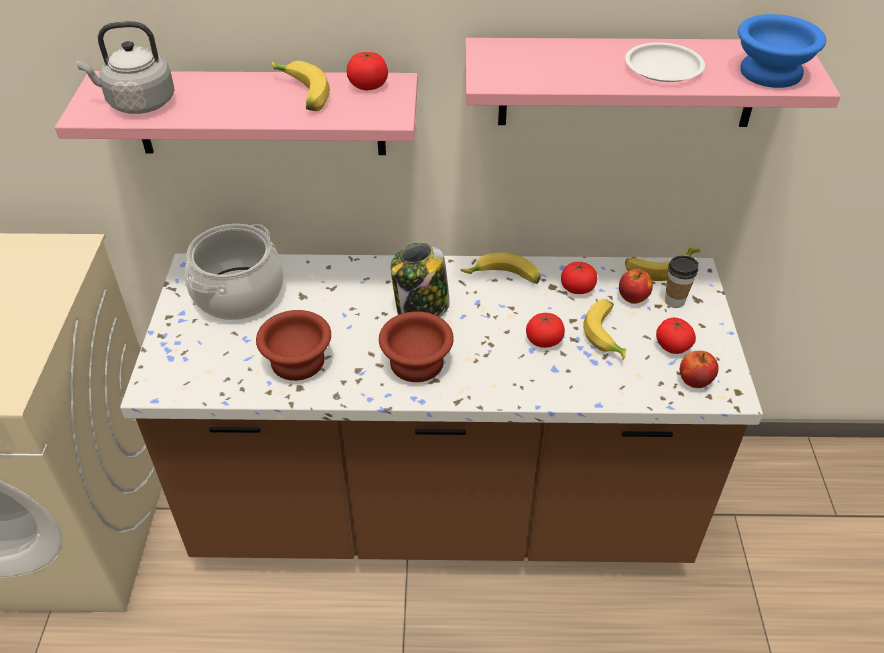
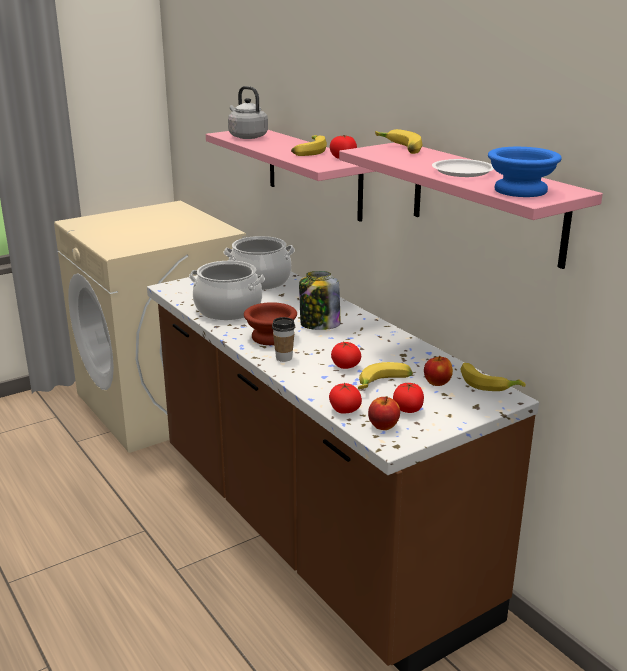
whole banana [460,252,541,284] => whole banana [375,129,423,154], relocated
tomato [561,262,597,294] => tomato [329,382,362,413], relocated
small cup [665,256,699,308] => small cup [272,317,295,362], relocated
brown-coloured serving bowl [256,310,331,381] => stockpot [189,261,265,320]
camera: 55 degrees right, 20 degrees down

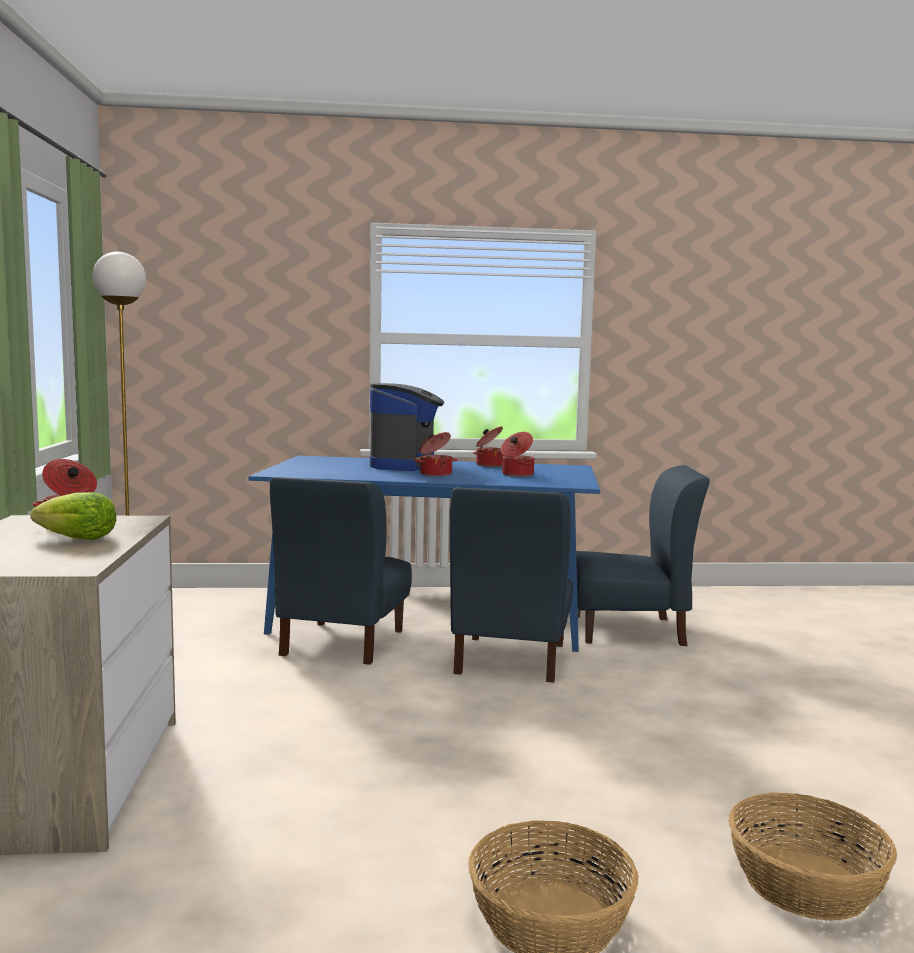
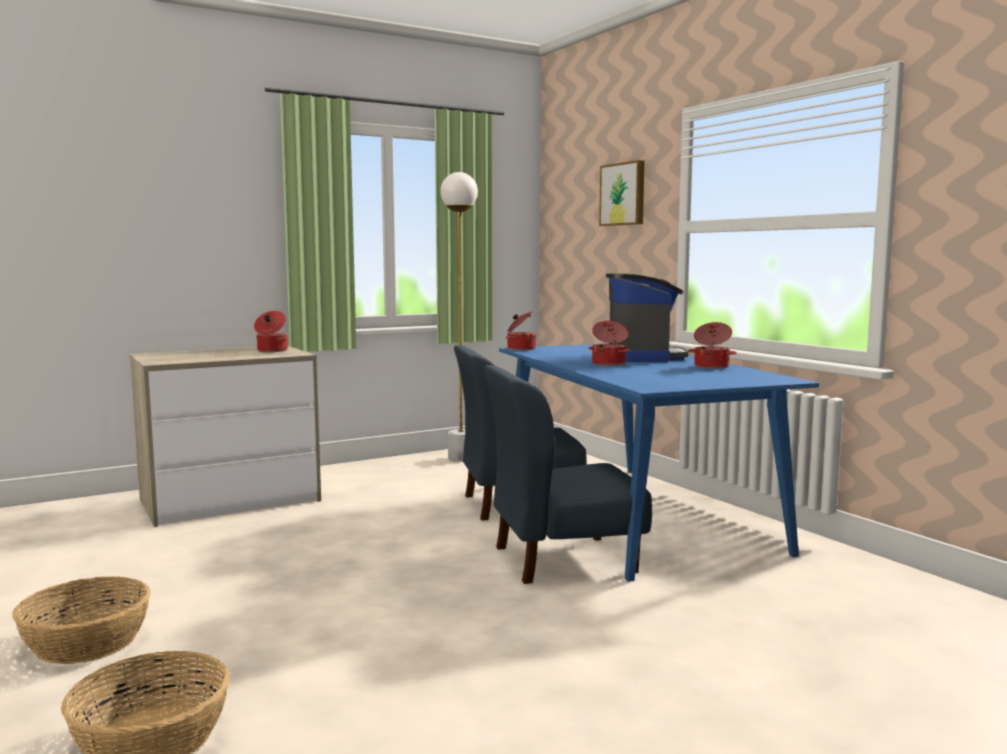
head of lettuce [30,492,116,540] => nothing
bluish upright chair [576,465,710,646] => nothing
nothing => wall picture [599,160,644,226]
stockpot [501,432,534,477] => stockpot [506,311,537,351], relocated
coffee maker [370,383,444,471] => coffee maker [606,273,689,362], 75 degrees counterclockwise
camera: 65 degrees right, 0 degrees up

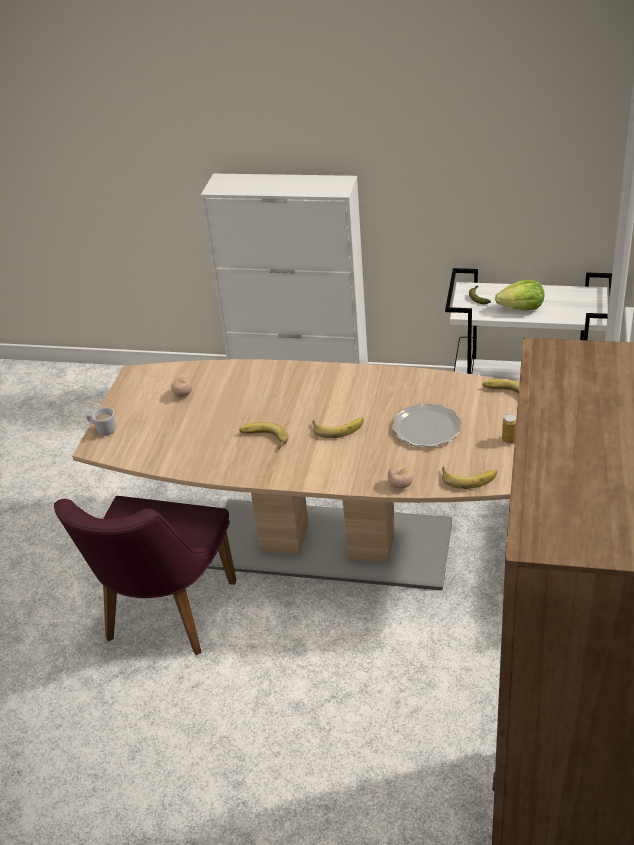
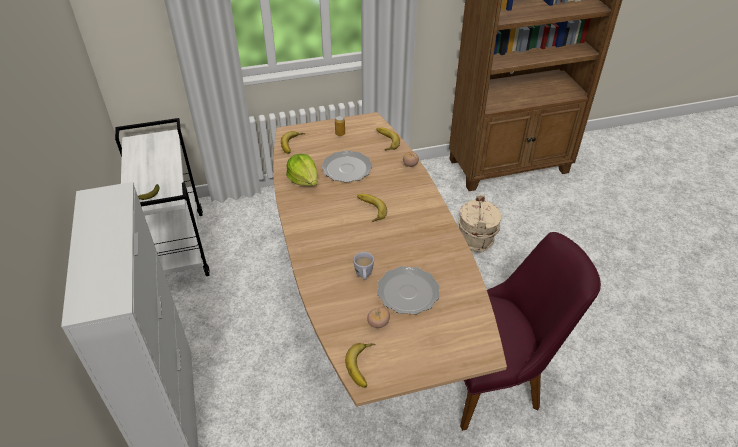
nothing => dinner plate [377,266,439,315]
nothing => beige-coloured water bucket [458,194,501,252]
whitish mug [86,407,115,436] => whitish mug [353,252,374,280], relocated
whole banana [239,422,288,449] => whole banana [345,343,375,388], relocated
head of lettuce [495,280,544,310] => head of lettuce [286,154,318,186], relocated
camera: 120 degrees left, 5 degrees up

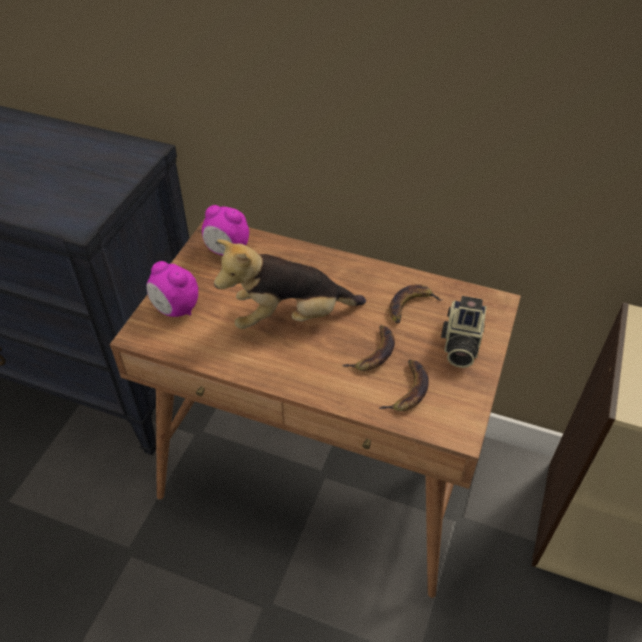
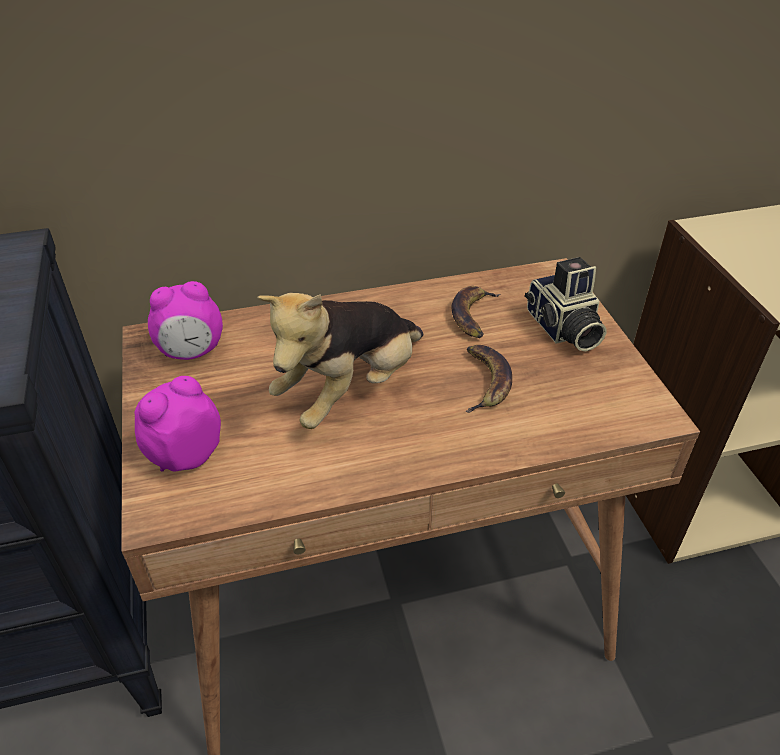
whole banana [379,360,429,411] => nothing
table clock [147,261,198,317] => table clock [134,376,221,472], 135 degrees clockwise
camera: 35 degrees left, 5 degrees down

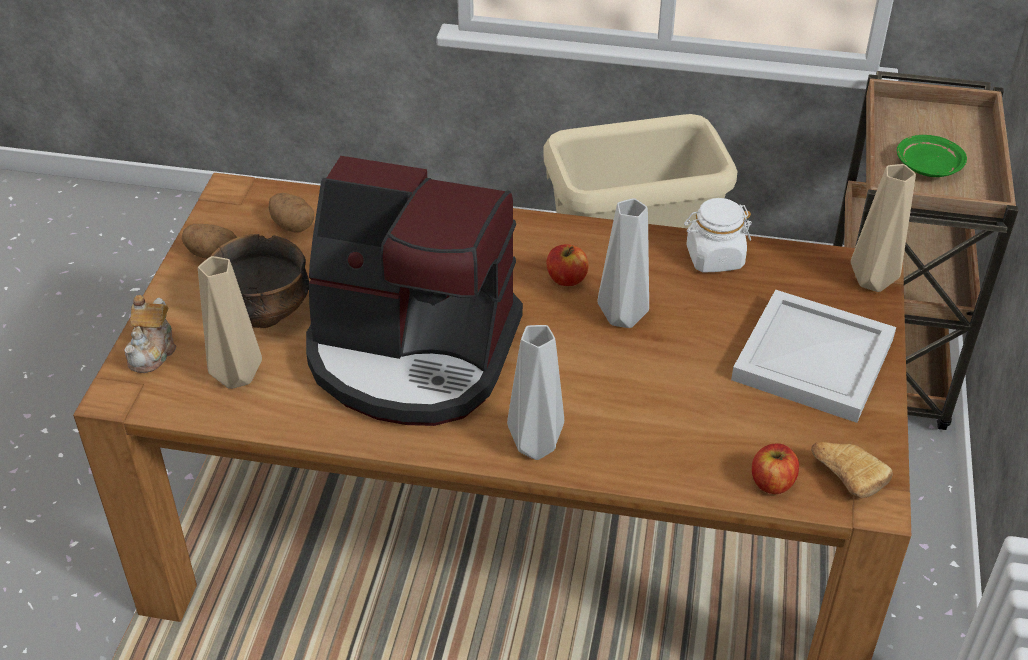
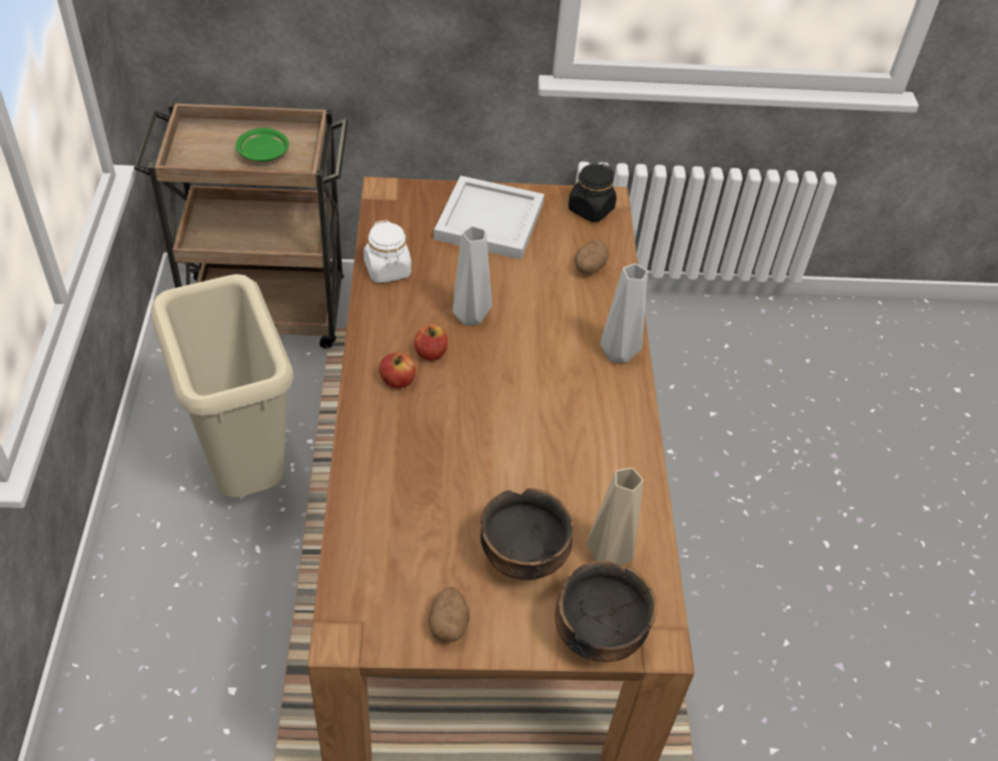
coffee maker [306,156,523,426] => nothing
beige-coloured vase [851,164,916,292] => nothing
potato [269,193,314,233] => potato [575,239,609,275], relocated
apple [752,443,799,494] => apple [379,353,416,388], relocated
pot for tea [124,295,176,373] => serving bowl [555,560,657,662]
bread [811,442,893,498] => black jar [568,164,617,222]
camera: 105 degrees left, 5 degrees up

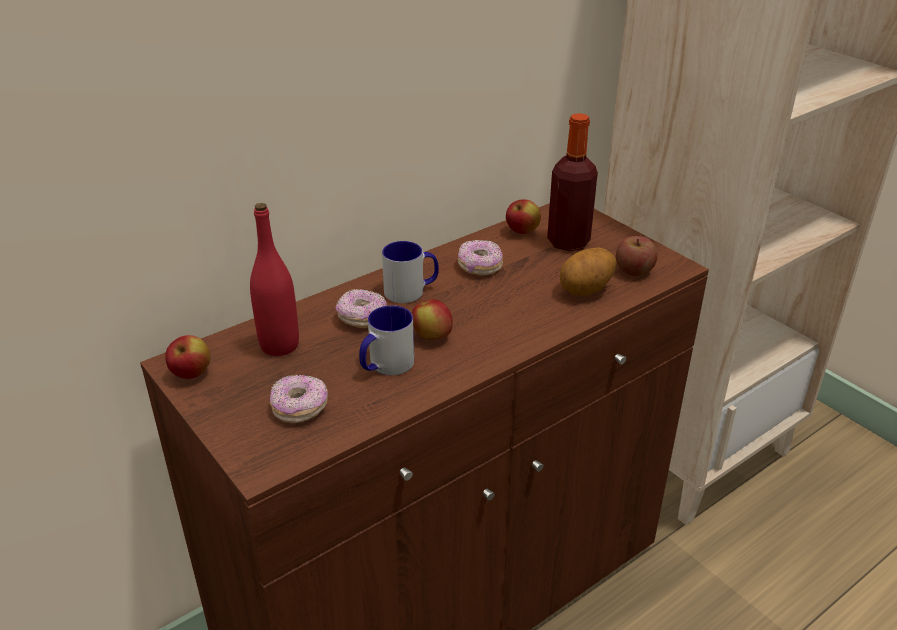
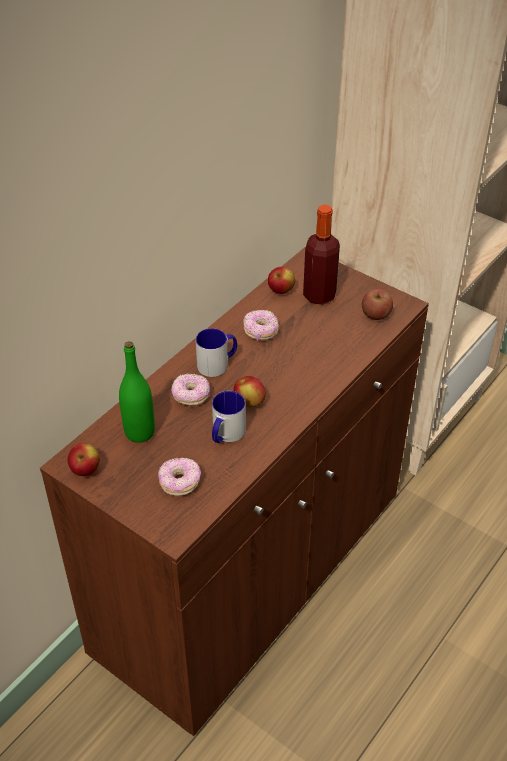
potato [560,247,617,296] => nothing
red-coloured beverage bottle [250,203,299,356] => green beverage bottle [119,341,155,443]
camera: 15 degrees left, 10 degrees up

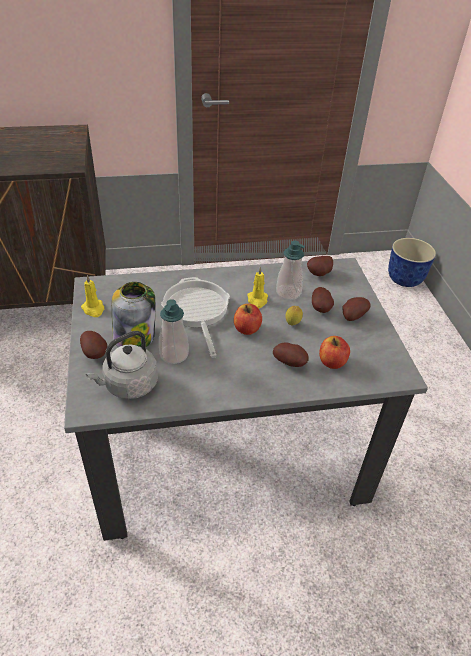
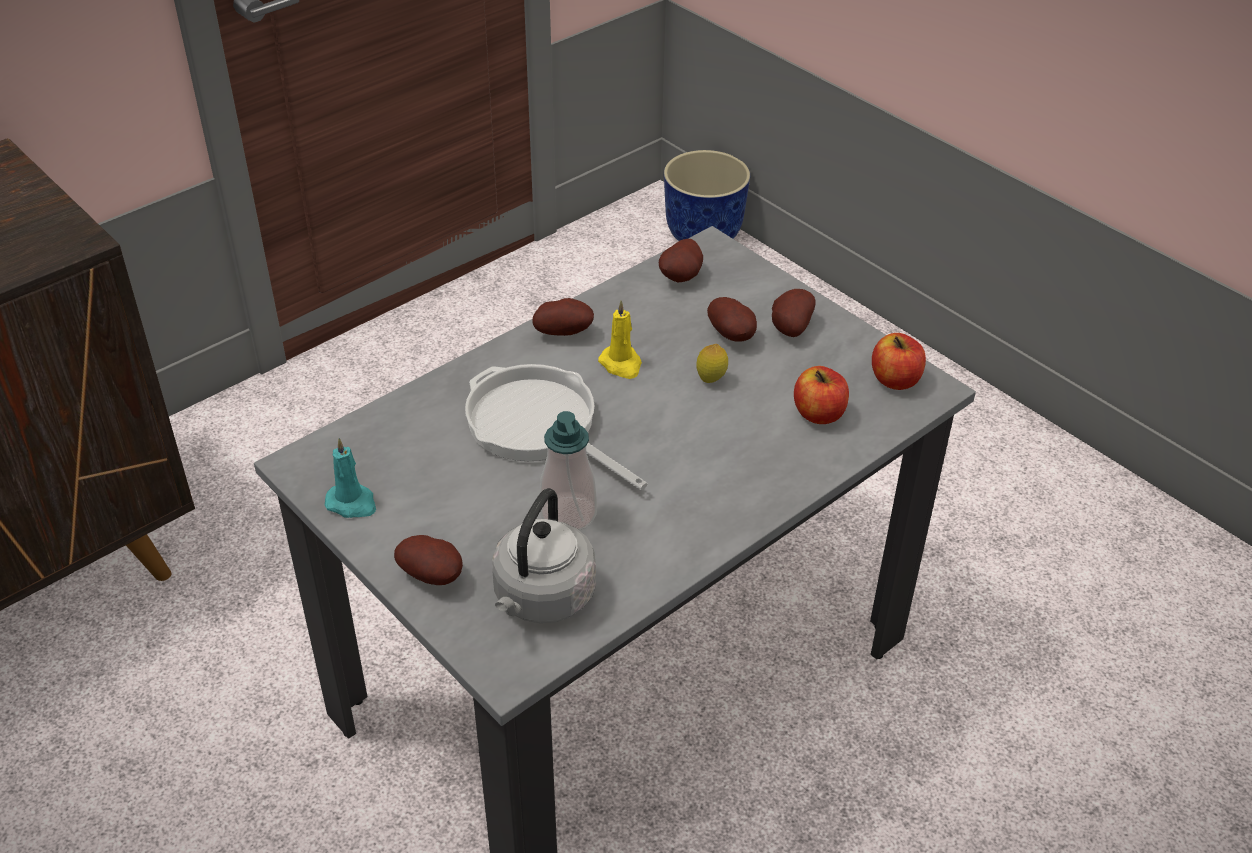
jar [112,282,155,347] => nothing
soap dispenser [276,241,305,300] => nothing
apple [234,304,262,335] => apple [872,333,926,390], relocated
potato [273,342,309,367] => potato [533,298,594,336], relocated
yellow-coloured candle [81,275,104,317] => turquoise candle [325,438,376,518]
camera: 30 degrees left, 0 degrees up

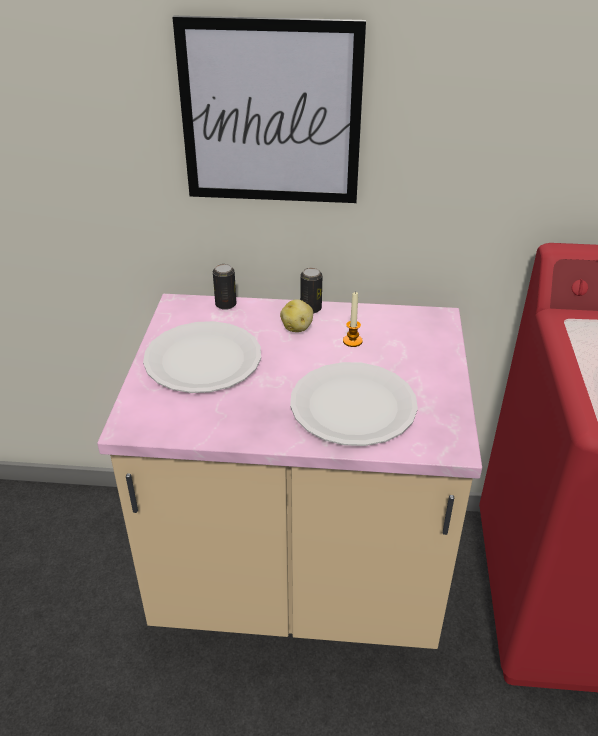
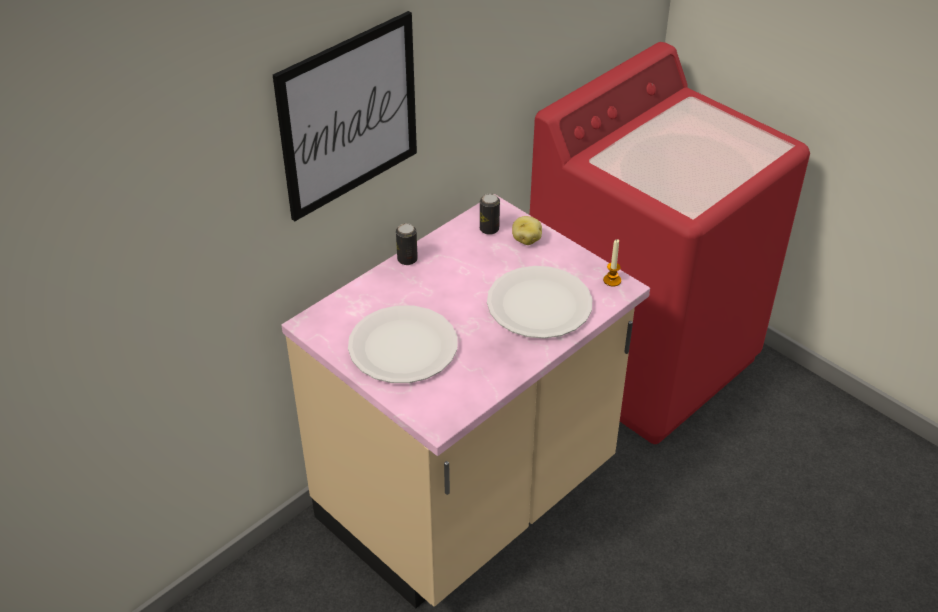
metal can [213,264,236,310] => metal can [480,194,500,235], relocated
potato [280,299,313,332] => potato [512,216,542,245], relocated
candle [343,292,363,347] => candle [603,239,621,287], relocated
camera: 50 degrees left, 5 degrees up

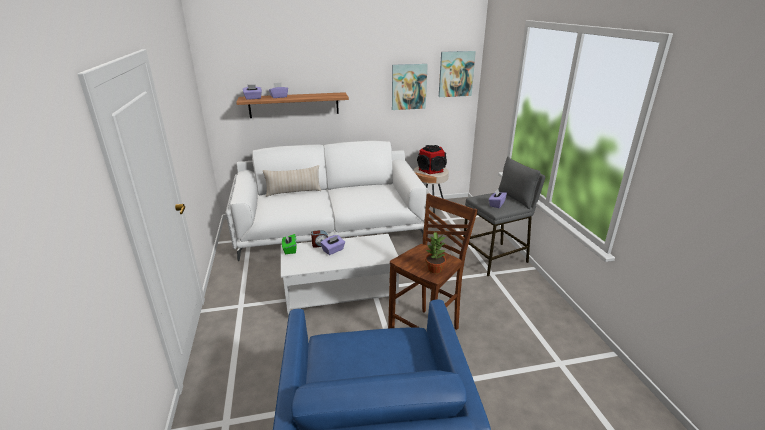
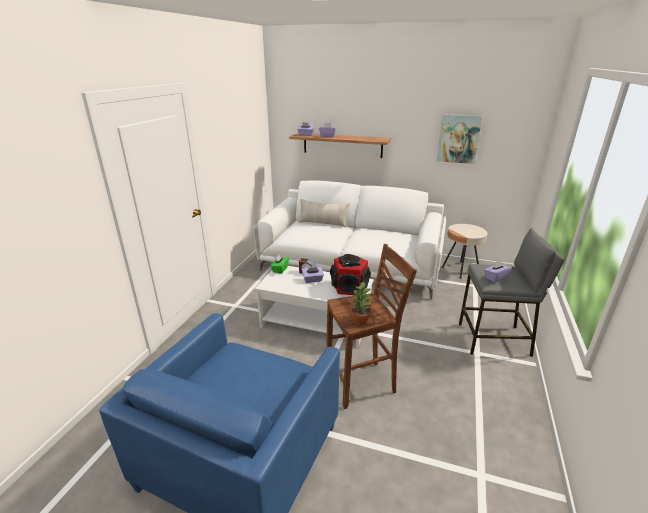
wall picture [439,51,476,97] => nothing
audio speaker [417,145,447,174] => audio speaker [330,254,371,295], relocated
camera: 30 degrees right, 0 degrees up

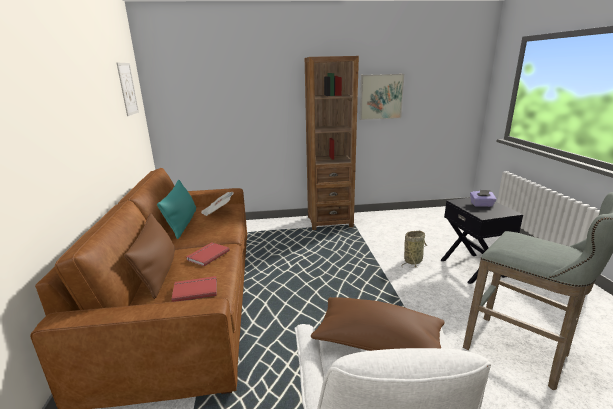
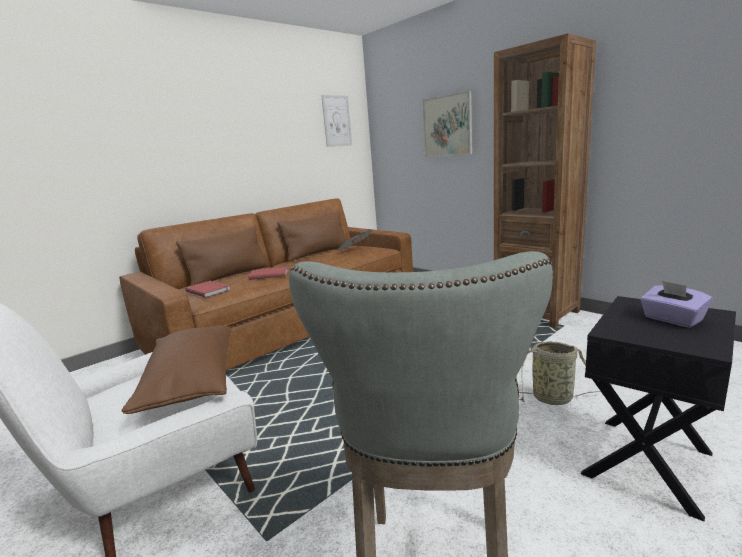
wall picture [360,74,405,120] => wall picture [423,91,472,157], relocated
turquoise throw pillow [157,180,196,239] => brown-coloured throw pillow [278,211,347,261]
camera: 55 degrees right, 5 degrees down

